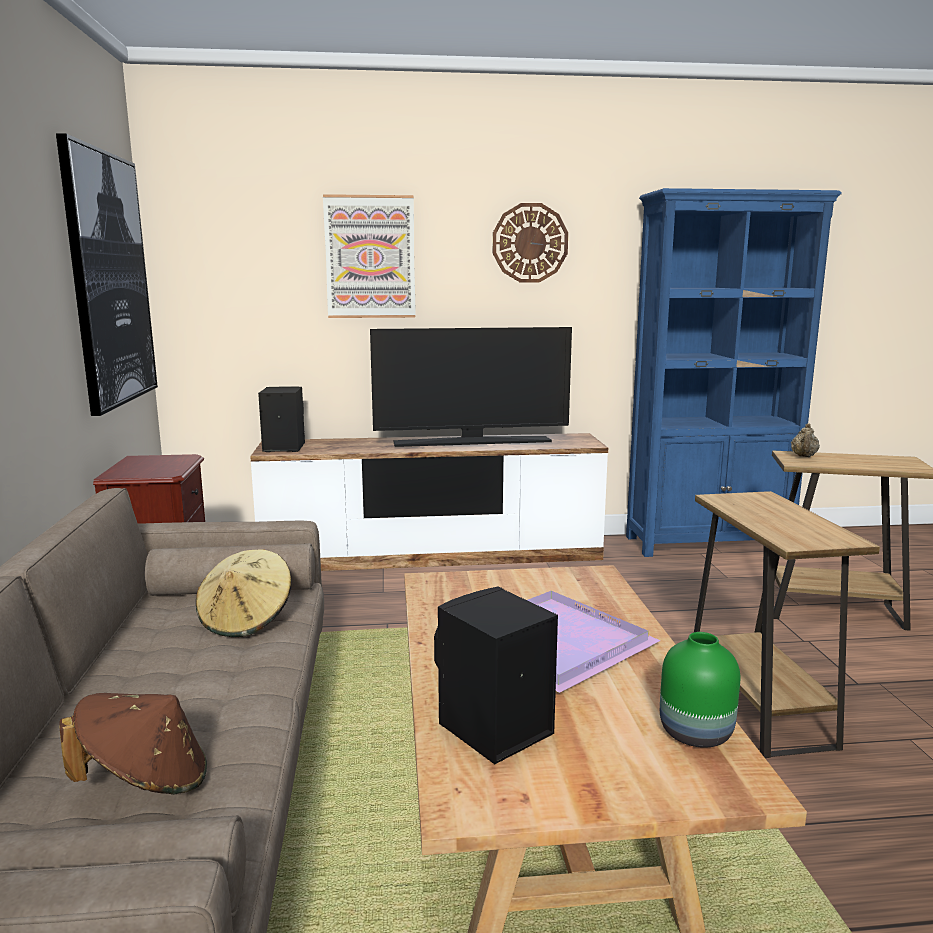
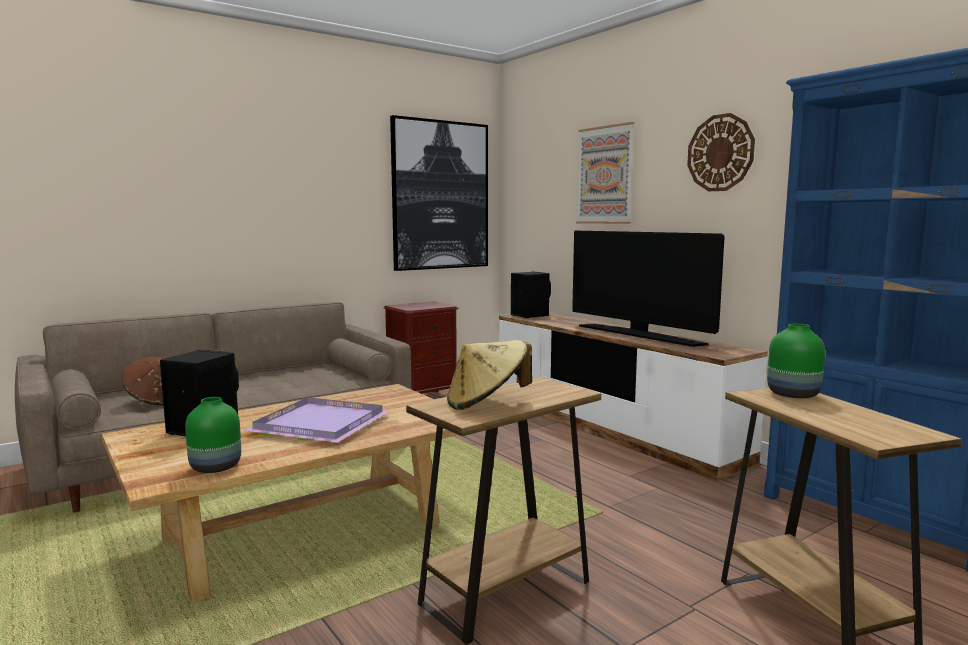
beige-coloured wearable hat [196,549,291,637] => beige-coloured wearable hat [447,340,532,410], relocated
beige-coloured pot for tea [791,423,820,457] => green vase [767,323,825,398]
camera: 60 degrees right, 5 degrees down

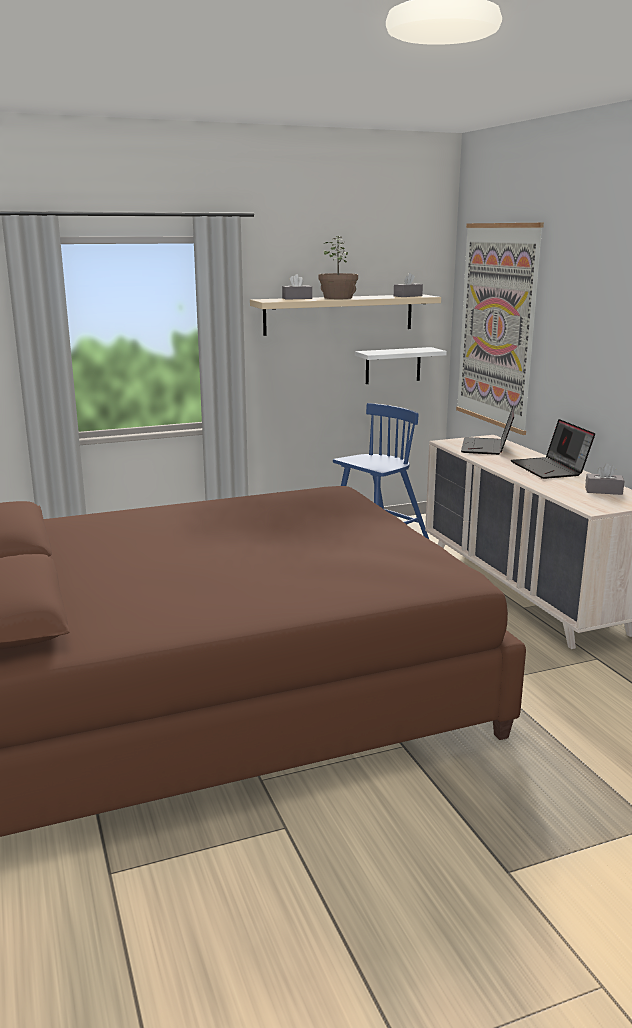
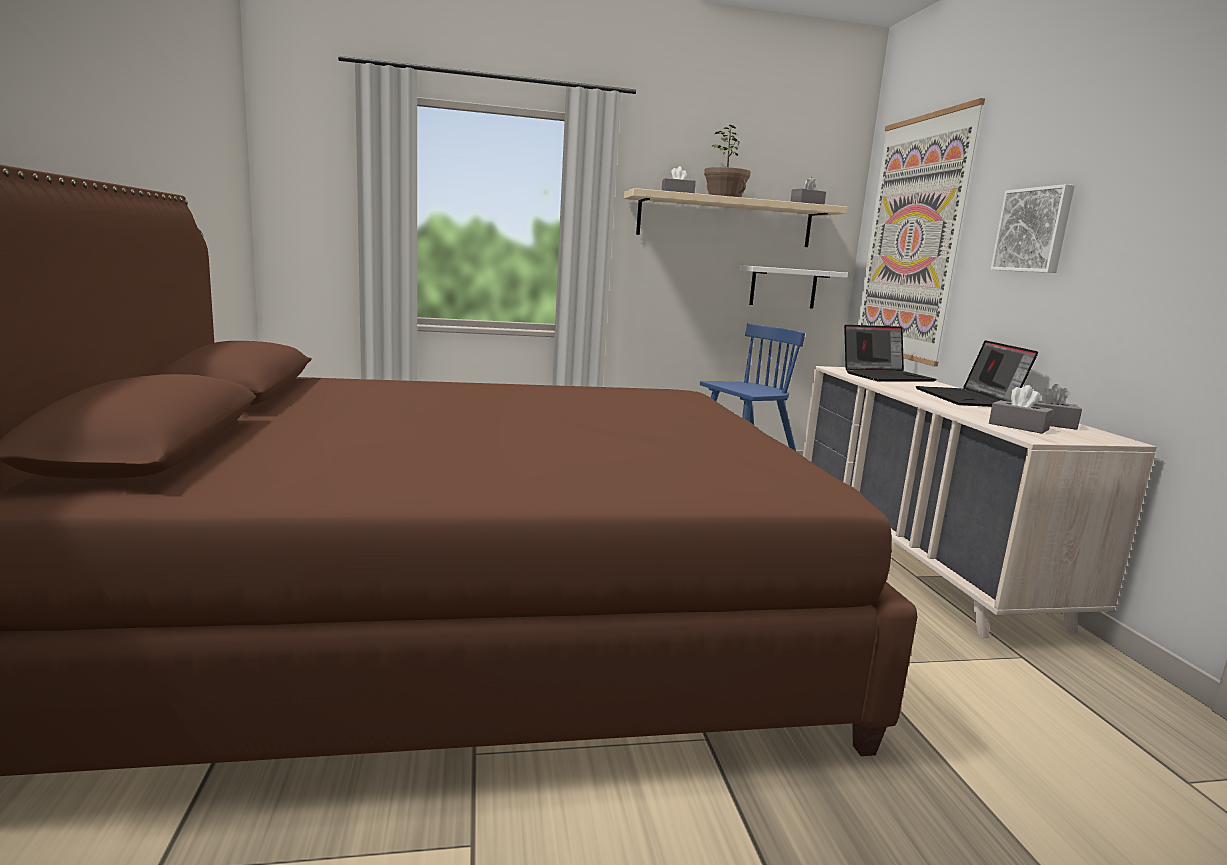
nothing => grey tissue holder [989,385,1053,434]
nothing => wall picture [991,184,1075,273]
portable computer [461,405,514,455] => portable computer [844,325,937,382], 135 degrees counterclockwise
camera: 10 degrees right, 5 degrees down

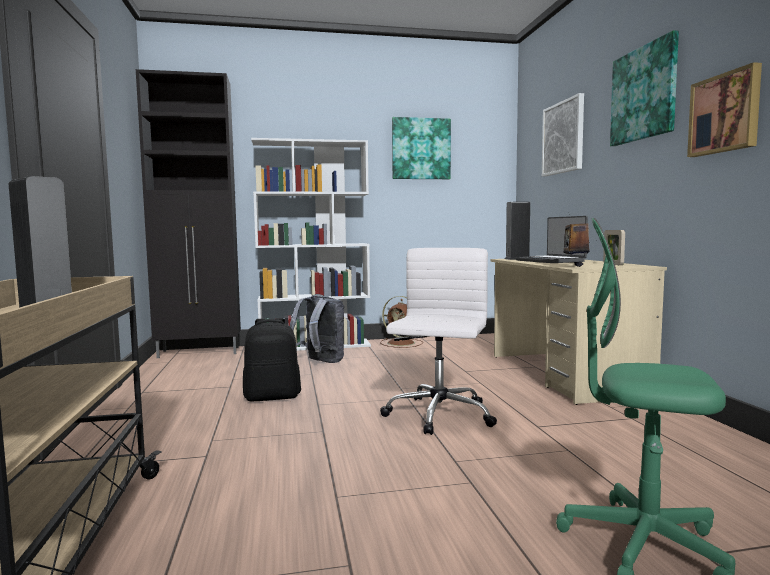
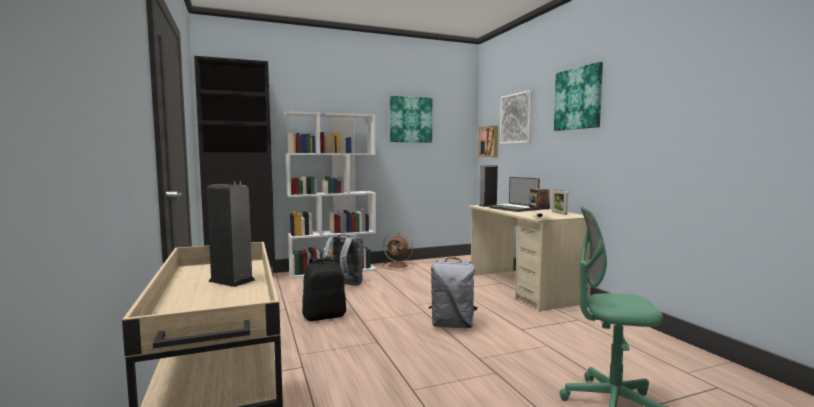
wall picture [687,62,762,157] => wall picture [478,126,498,157], relocated
whitish office chair [380,248,497,435] => grey knapsack [429,257,478,328]
camera: 10 degrees left, 0 degrees up

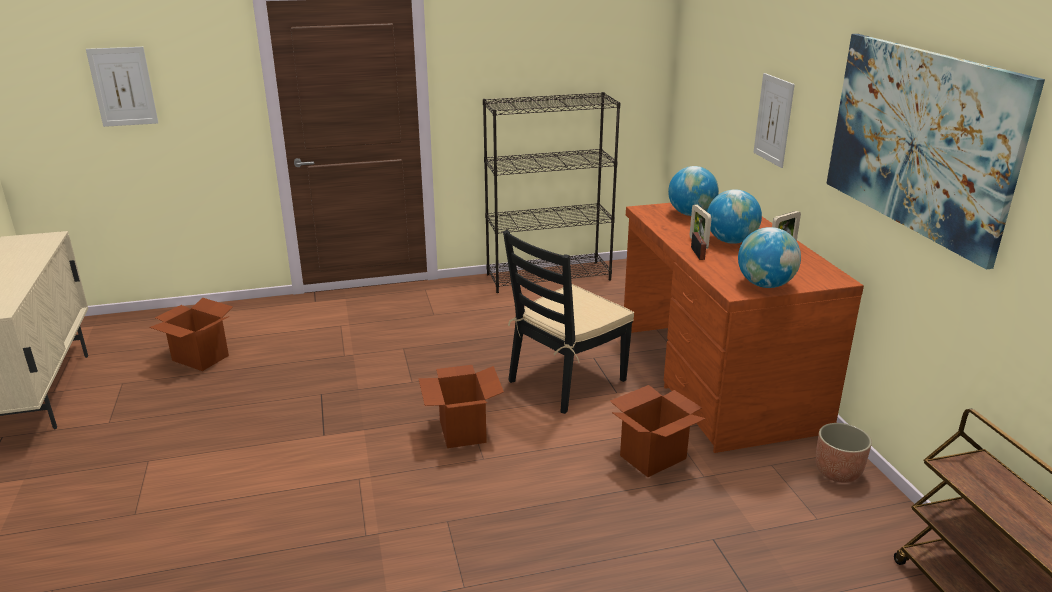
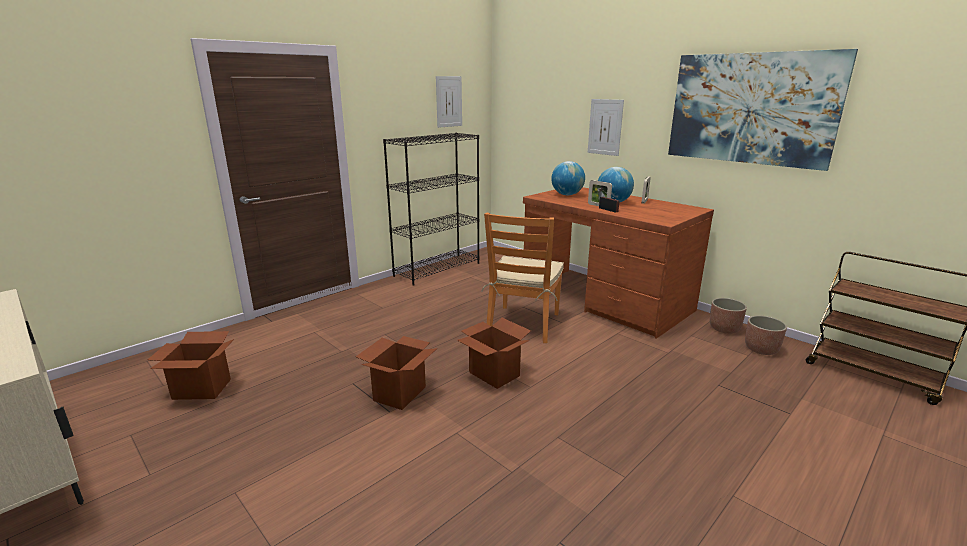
desk globe [738,227,801,288] => nothing
nothing => plant pot [745,316,787,355]
wall picture [86,47,158,127] => wall picture [436,76,462,128], relocated
carton [610,385,706,477] => carton [356,336,437,410], relocated
black upright chair [503,230,634,414] => orange upright chair [481,213,564,343]
camera: 30 degrees left, 5 degrees down

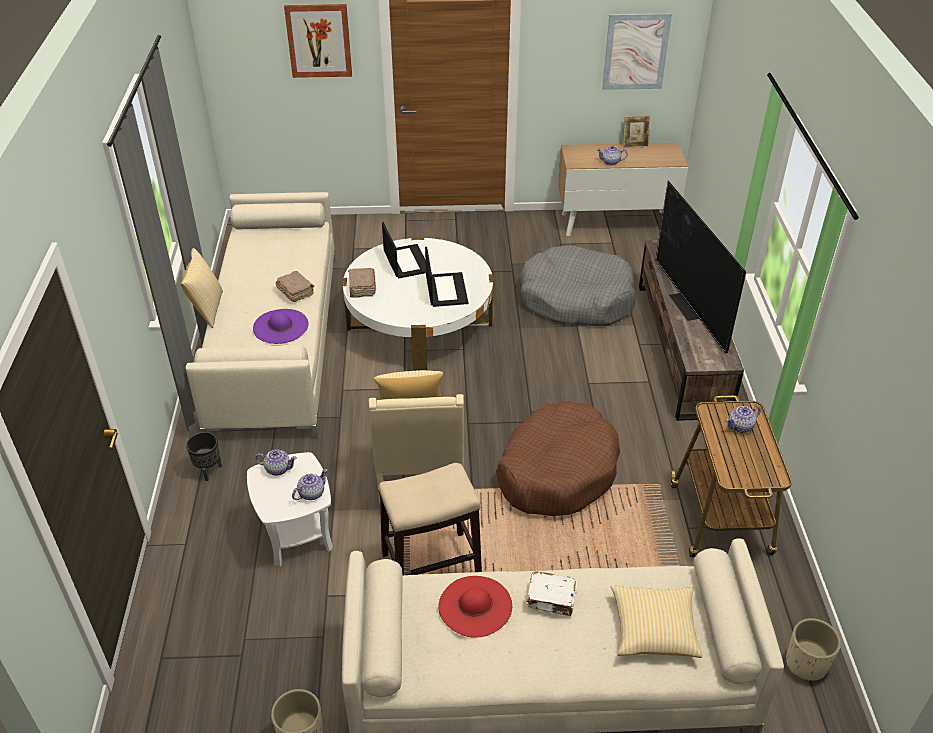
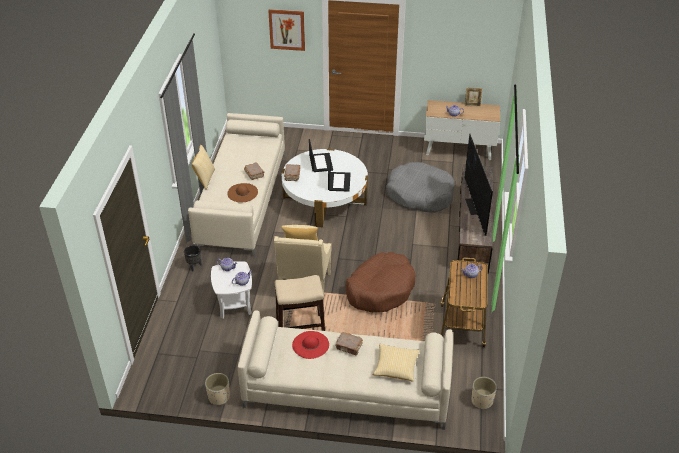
wall picture [602,13,672,90] => nothing
purple wearable hat [253,309,308,344] => brown-coloured wearable hat [227,183,258,203]
whitish volume [527,571,577,616] => brown-coloured volume [335,332,363,355]
camera: 10 degrees right, 0 degrees up

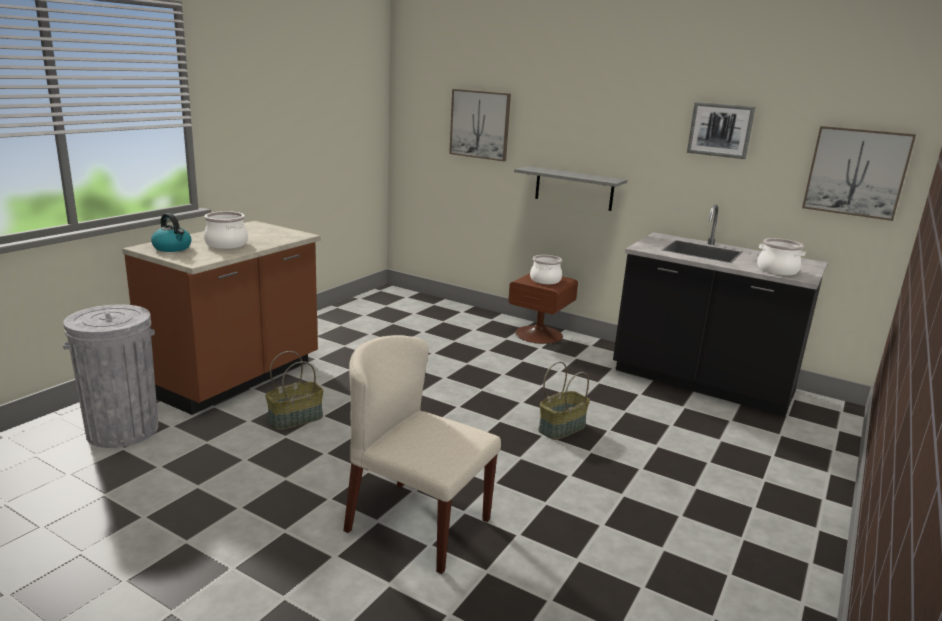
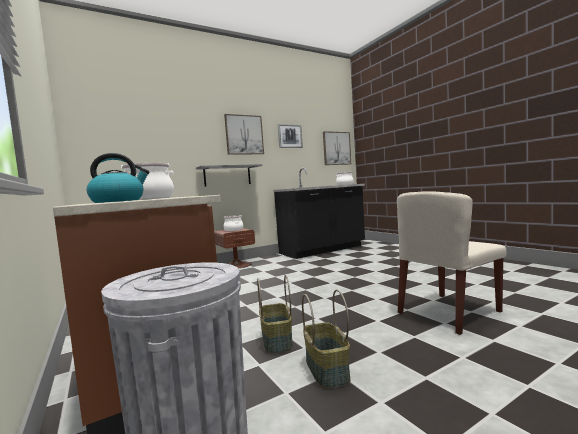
wall picture [449,89,511,161] => wall picture [224,114,264,155], relocated
basket [538,362,590,440] => basket [302,289,350,389], relocated
camera: 60 degrees left, 15 degrees down

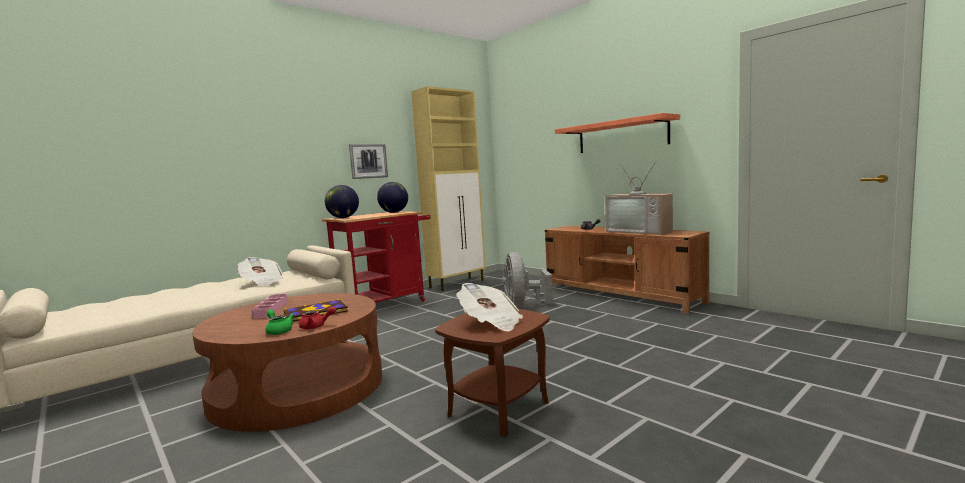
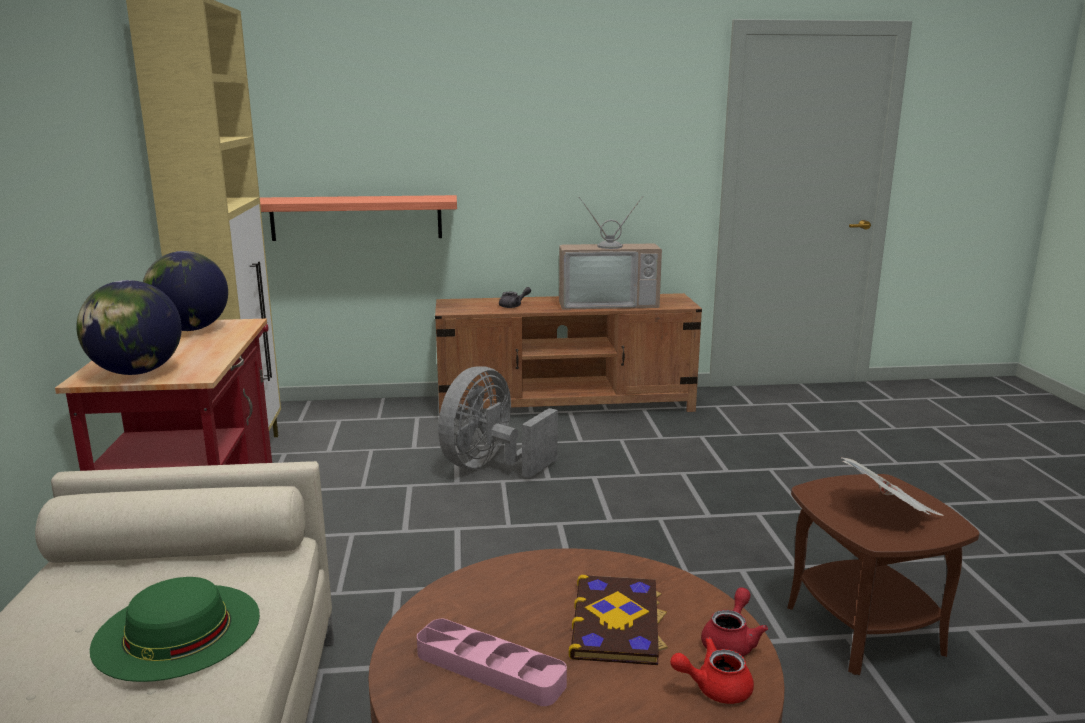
wall picture [349,144,388,179] => nothing
bracket shelf [555,113,680,153] => bracket shelf [260,195,457,241], relocated
newspaper [238,257,283,286] => green wearable hat [90,577,260,682]
green pot for tea [265,310,295,335] => red-coloured pot for tea [670,637,754,704]
grey fan [503,252,553,309] => grey fan [438,366,558,478], 90 degrees clockwise
camera: 55 degrees left, 10 degrees up

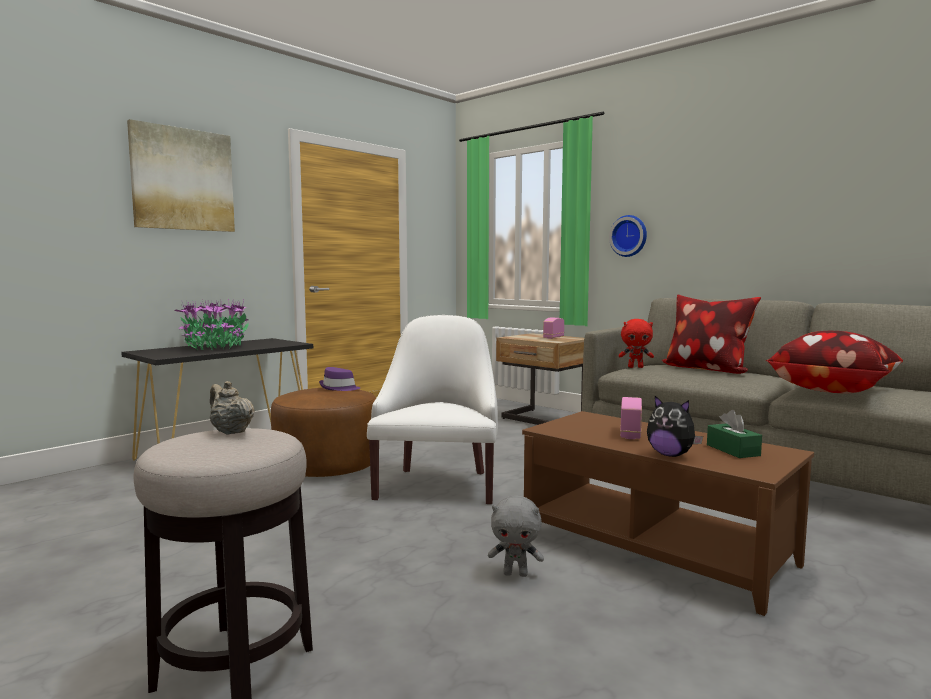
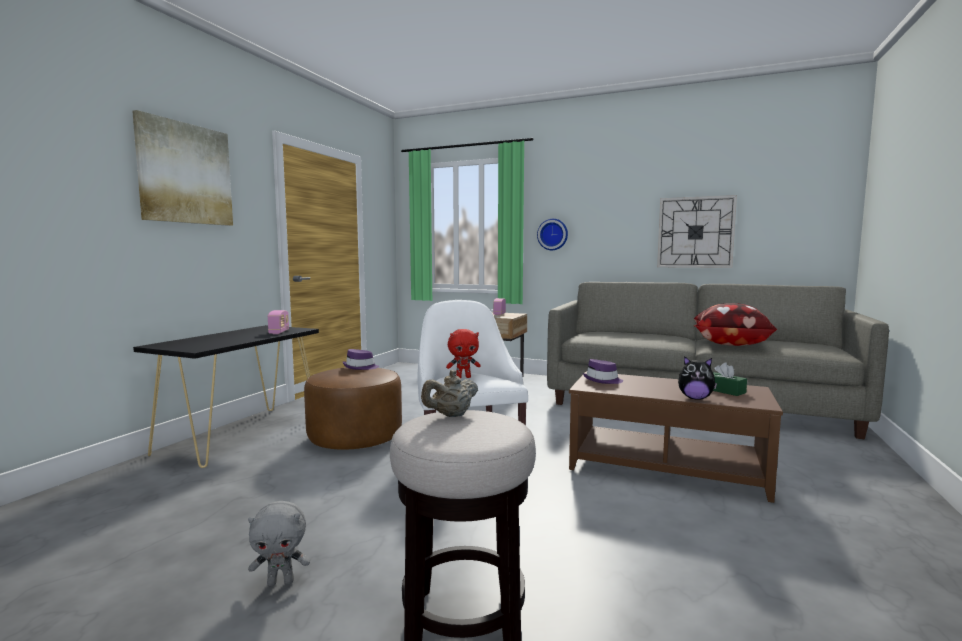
potted plant [175,299,249,350] => nothing
throw pillow [662,295,761,374] => nothing
nothing => purple wearable hat [583,359,623,384]
nothing => hanging clock [657,195,737,268]
grey cuddly toy [488,495,544,577] => grey cuddly toy [248,501,310,587], relocated
red-coloured cuddly toy [619,319,654,368] => red-coloured cuddly toy [446,329,481,378], relocated
radio set [620,397,642,439] => radio set [268,310,289,334], relocated
beige-coloured pot for tea [210,381,255,435] => beige-coloured pot for tea [421,370,478,417], 60 degrees counterclockwise
camera: 20 degrees left, 0 degrees up

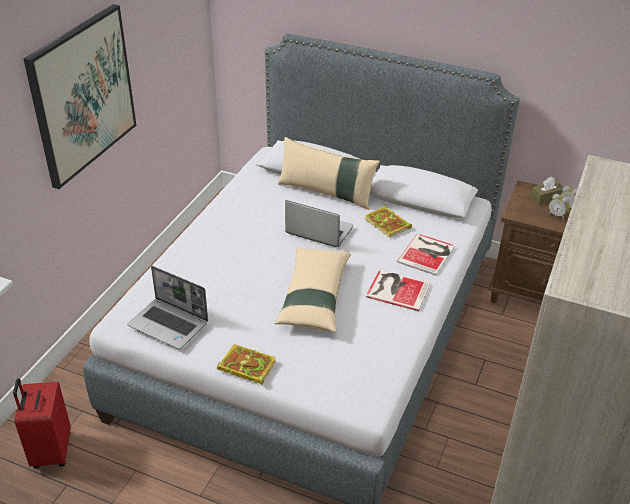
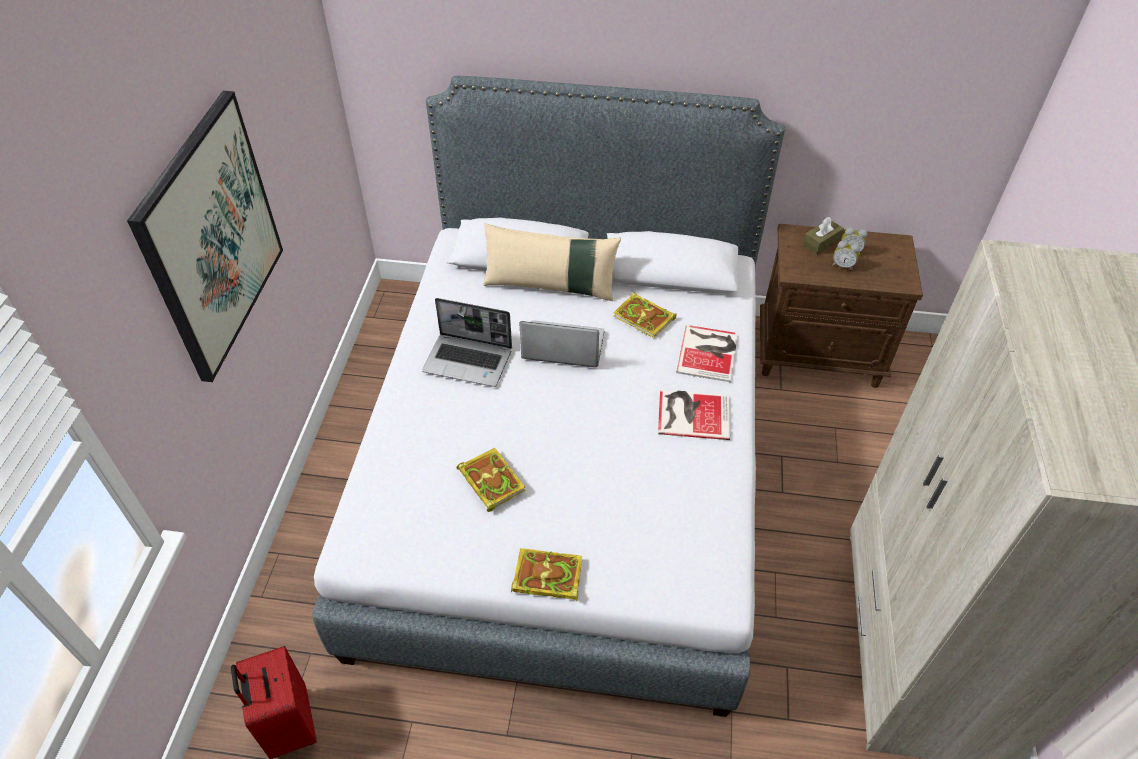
beige-coloured throw pillow [275,247,351,333] => nothing
nothing => volume [456,448,525,512]
portable computer [127,266,208,349] => portable computer [422,298,512,387], relocated
camera: 15 degrees left, 10 degrees up

